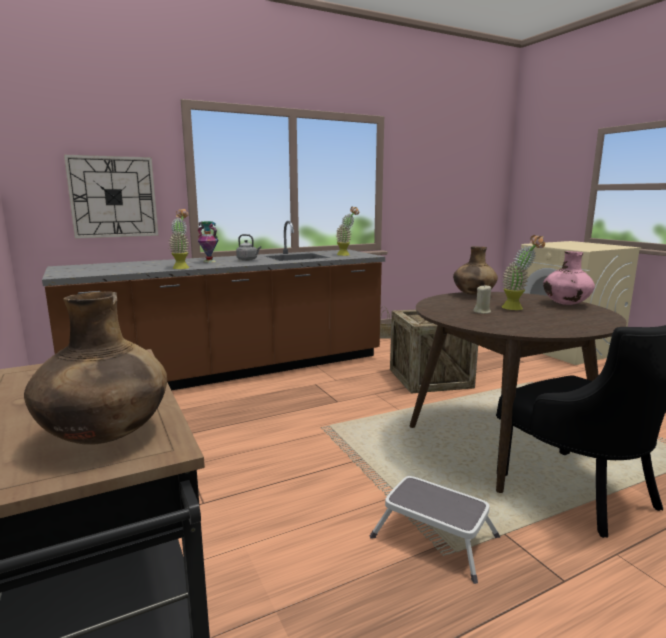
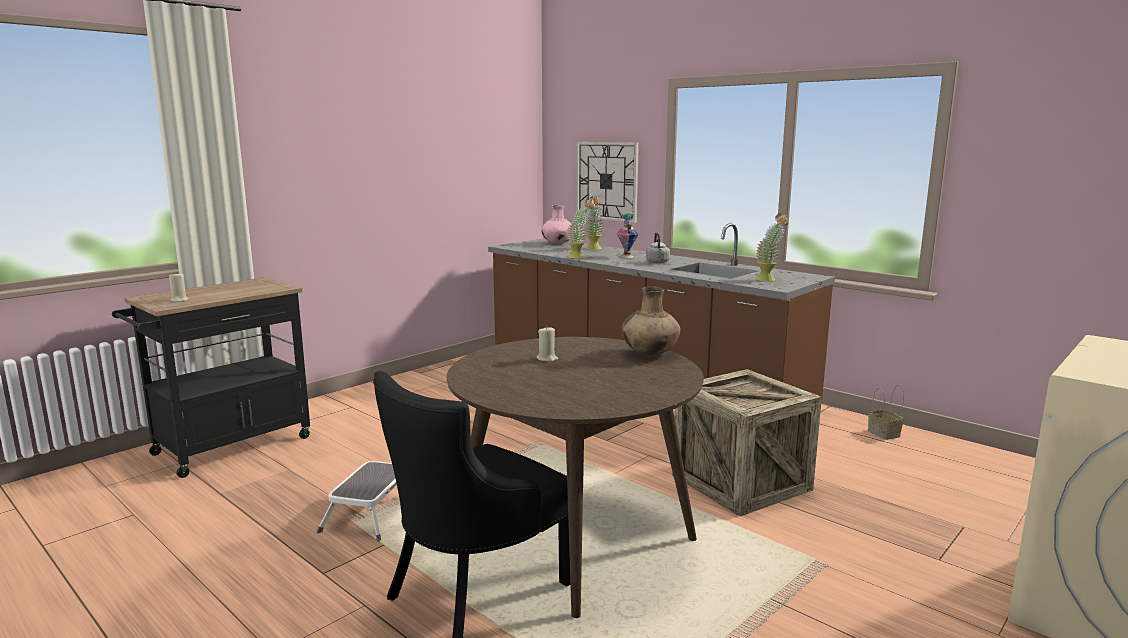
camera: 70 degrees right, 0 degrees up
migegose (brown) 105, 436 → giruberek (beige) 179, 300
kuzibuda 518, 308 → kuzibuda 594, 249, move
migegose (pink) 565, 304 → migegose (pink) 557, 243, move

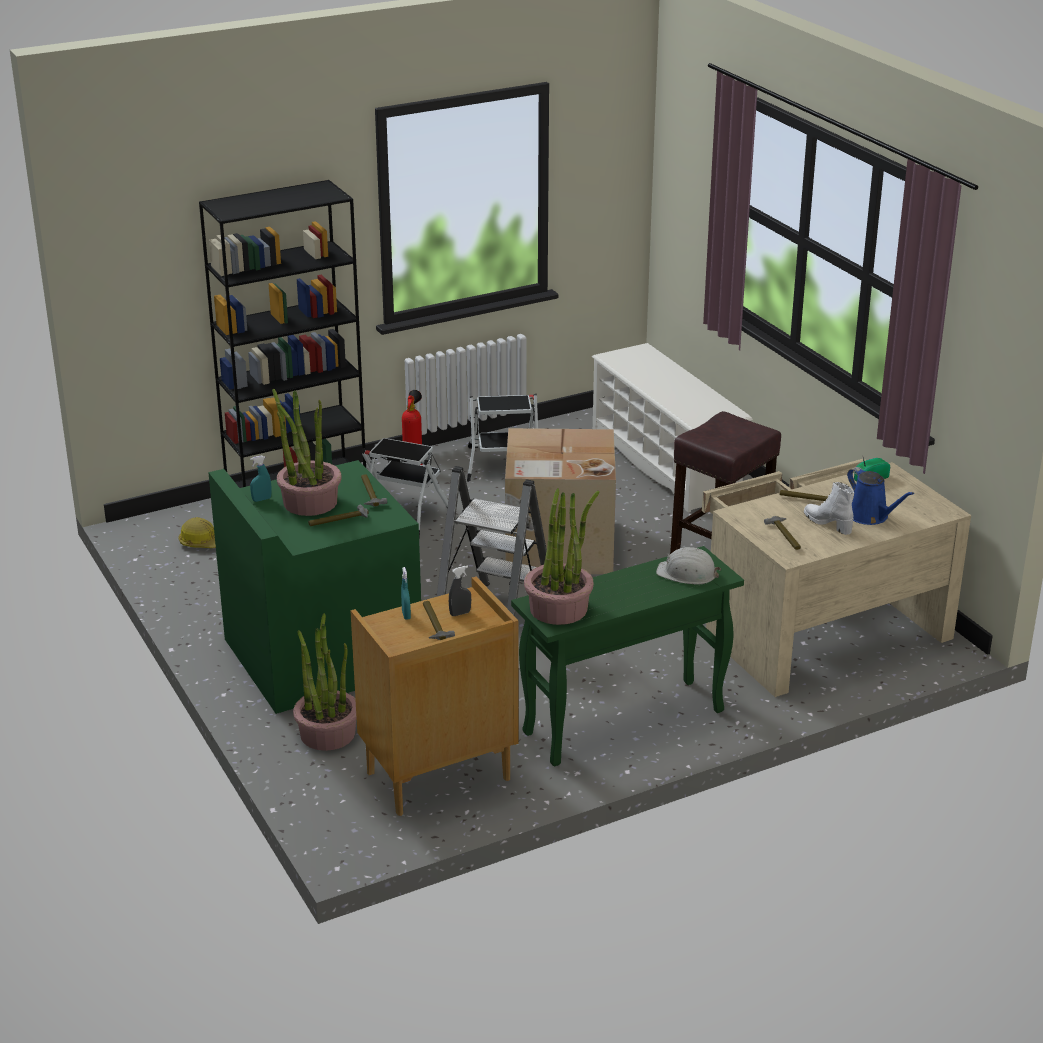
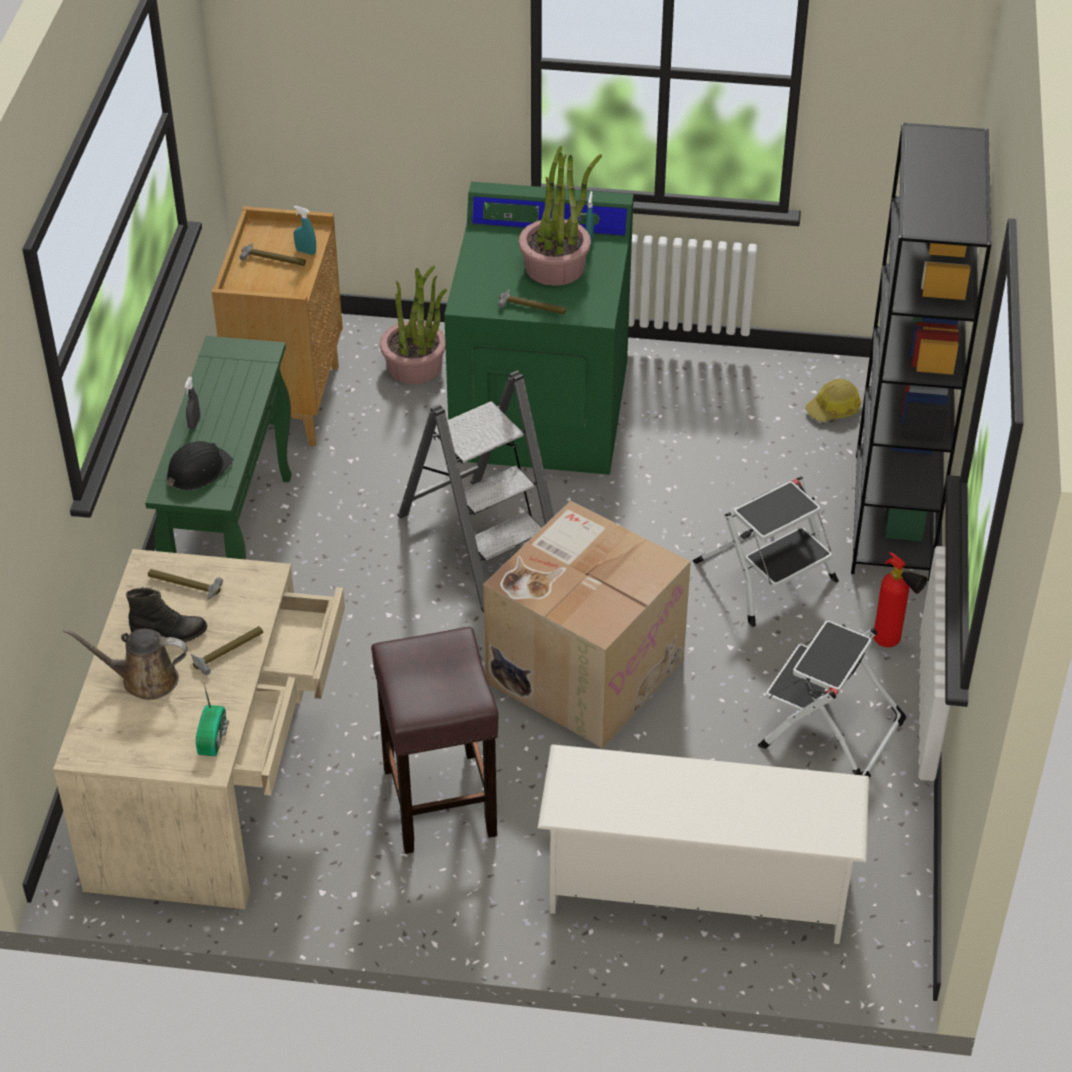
camera: 125 degrees right, 15 degrees up
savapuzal 338, 521 → -
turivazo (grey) 460, 613 → turivazo (grey) 194, 423, move
kuzibuda 559, 608 → -
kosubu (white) 687, 573 → kosubu (black) 198, 470
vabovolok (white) 828, 523 → vabovolok (black) 169, 635
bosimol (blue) 870, 516 → bosimol (brown) 144, 679

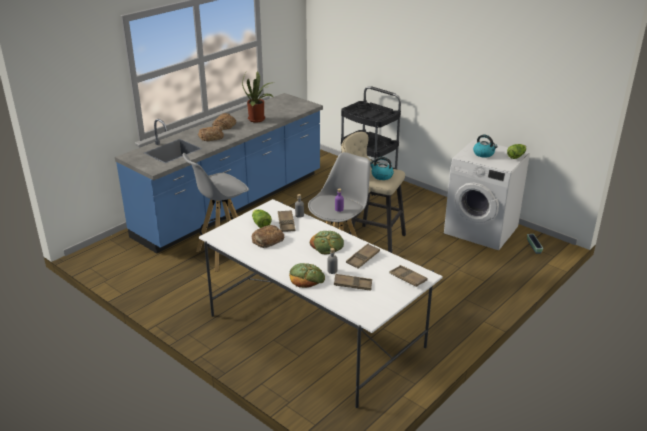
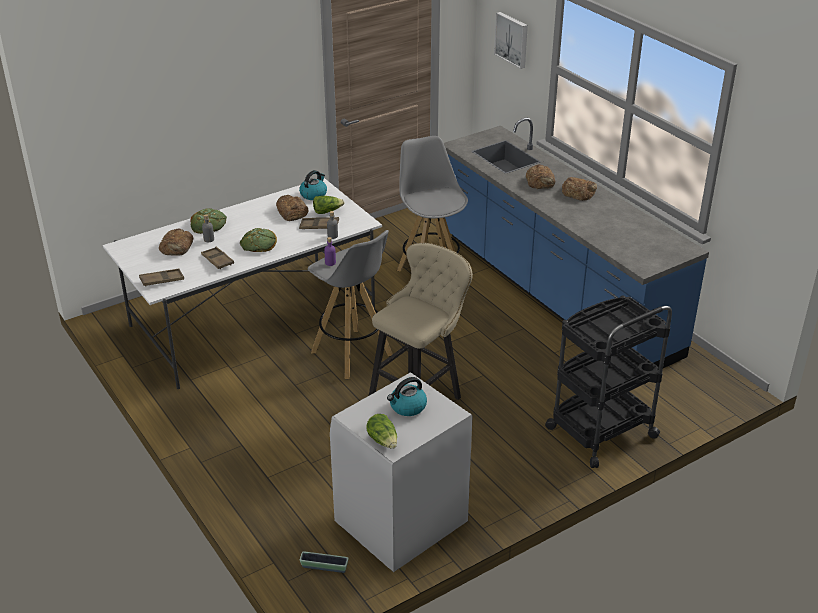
camera: 105 degrees right, 5 degrees up
kuzibuda 258, 119 → -
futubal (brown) 353, 285 → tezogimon 177, 247
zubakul 381, 176 → zubakul 313, 194, move
- → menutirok 512, 39

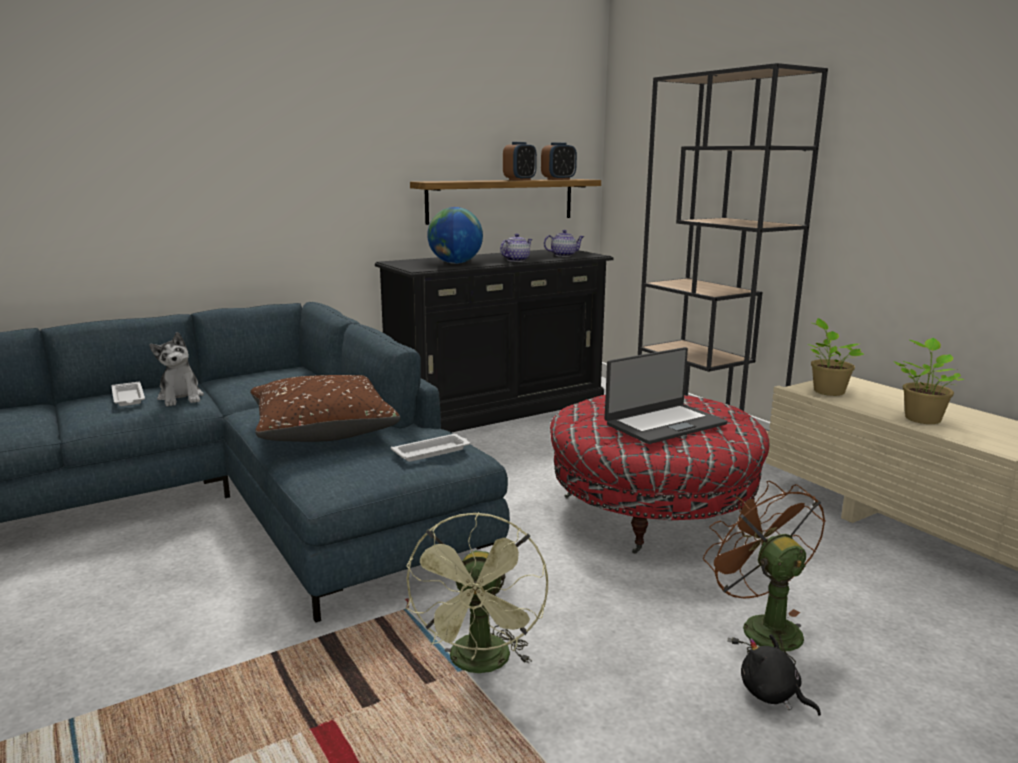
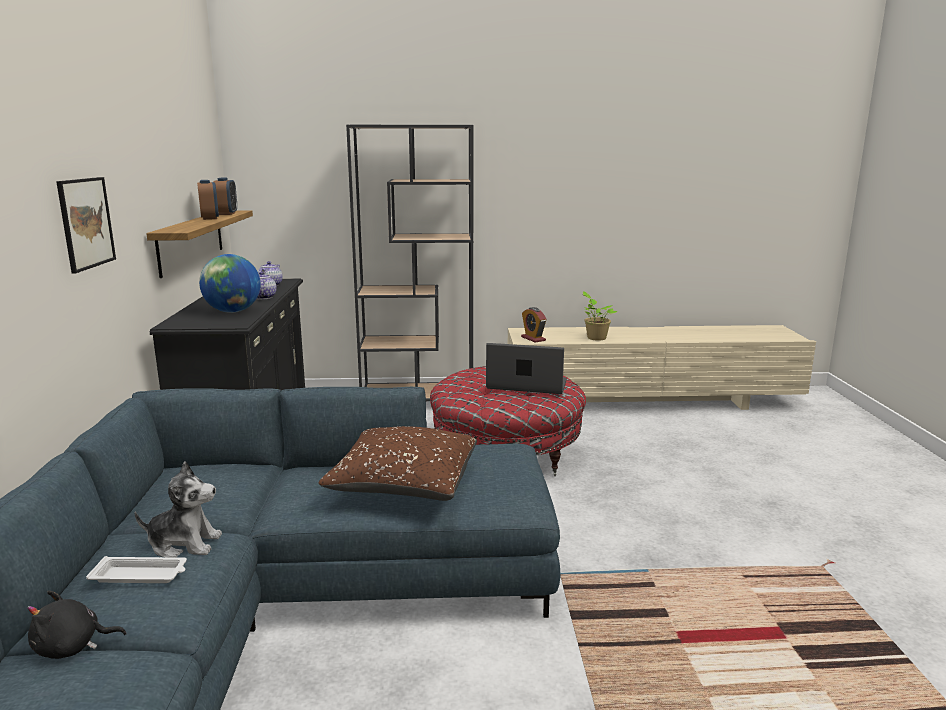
camera: 60 degrees left, 0 degrees up
futubal (white) 432, 451 → -
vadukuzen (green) 481, 664 → -
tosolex 664, 424 → tosolex 526, 385, 75 degrees counterclockwise
vadukuzen (brown) 761, 627 → -
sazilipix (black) 772, 695 → sazilipix (black) 72, 647, move
kuzibuda 827, 391 → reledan 533, 338
- → menutirok 86, 223

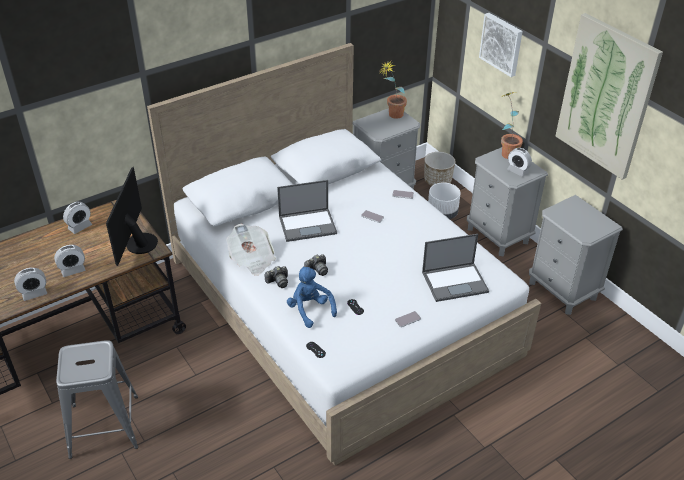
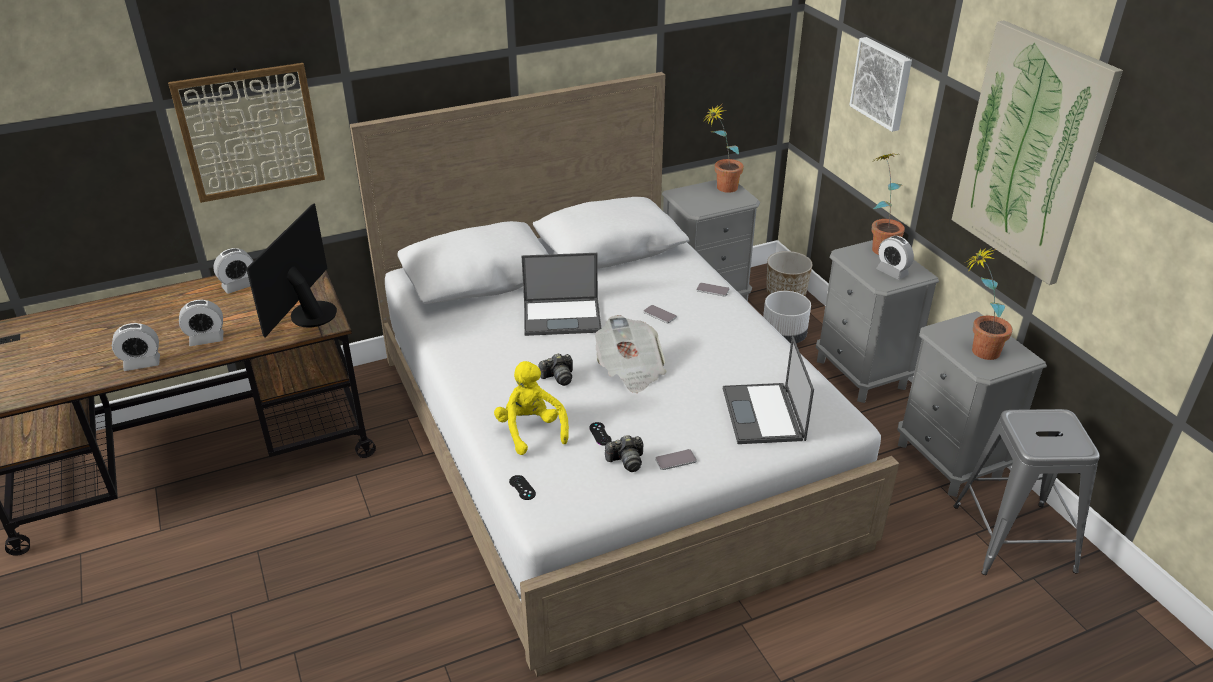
camera: 10 degrees right, 5 degrees down
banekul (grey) 105, 426 → banekul (grey) 1013, 538, move
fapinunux 252, 259 → fapinunux 630, 370, move
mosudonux 278, 282 → mosudonux 626, 461, move
sazilipix (blue) 310, 309 → sazilipix (yellow) 531, 430
tosolex 455, 282 → tosolex 764, 415, 90 degrees clockwise
- → menutirok 250, 130
- → kuzibuda 976, 350

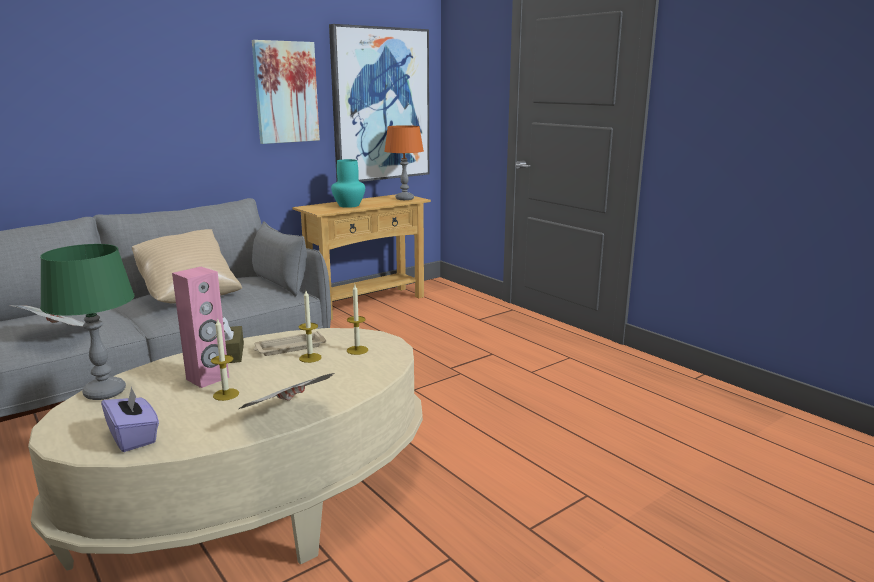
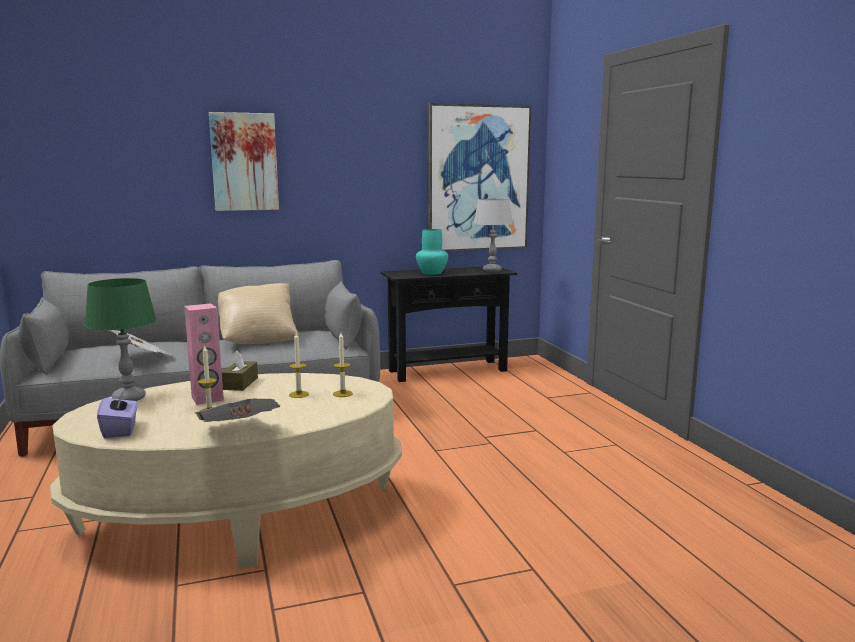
camera: 20 degrees right, 5 degrees down
menutirok 286, 92 → menutirok 244, 162, move
futubal (beige) 289, 348 → -
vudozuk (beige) 367, 303 → vudozuk (black) 447, 371
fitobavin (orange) 404, 199 → fitobavin (grey) 492, 270

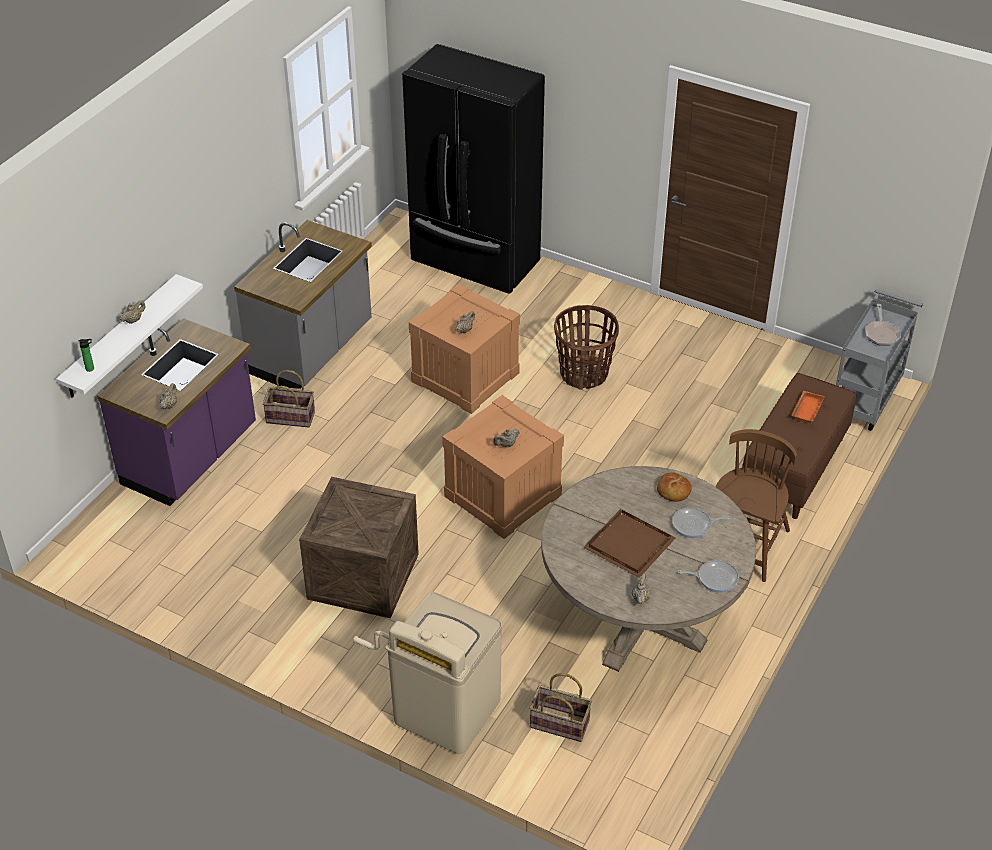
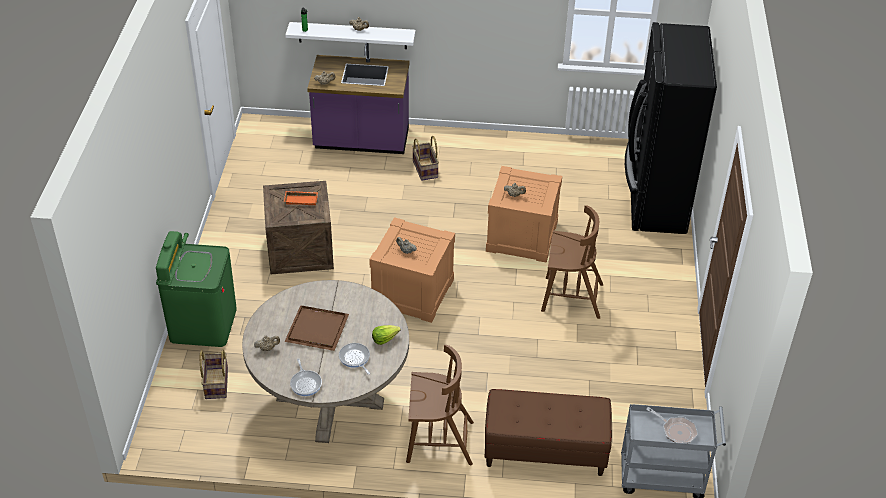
camera: 65 degrees right, 0 degrees up
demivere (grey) 312, 351 → -
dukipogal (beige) 444, 712 → dukipogal (green) 203, 324
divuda 584, 374 → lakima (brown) 570, 297
tezogimon 673, 491 → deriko 384, 338
futubal (orange) 806, 409 → futubal (orange) 301, 199, move
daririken 881, 334 → daririken 676, 431, 120 degrees counterclockwise

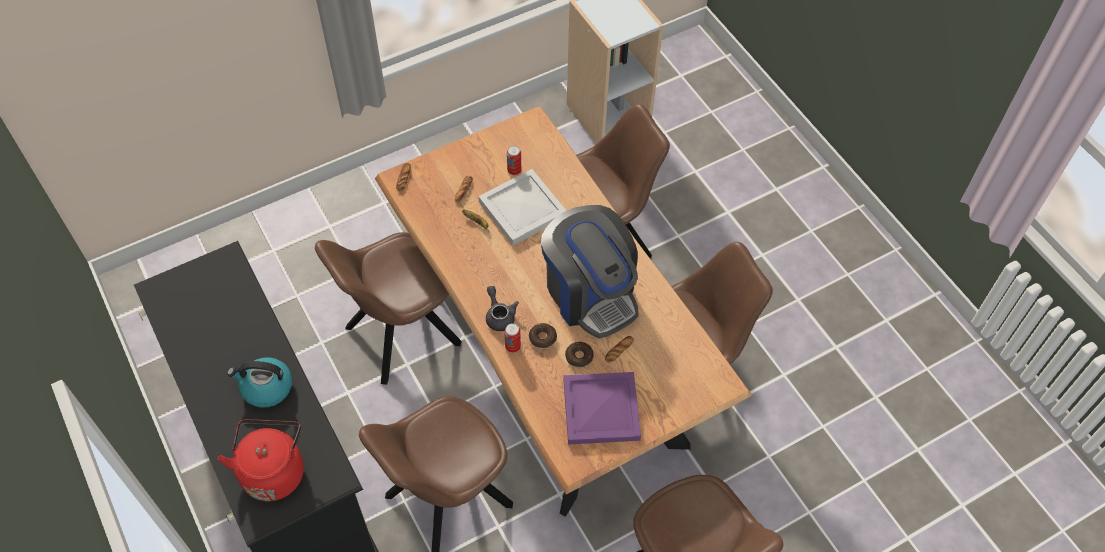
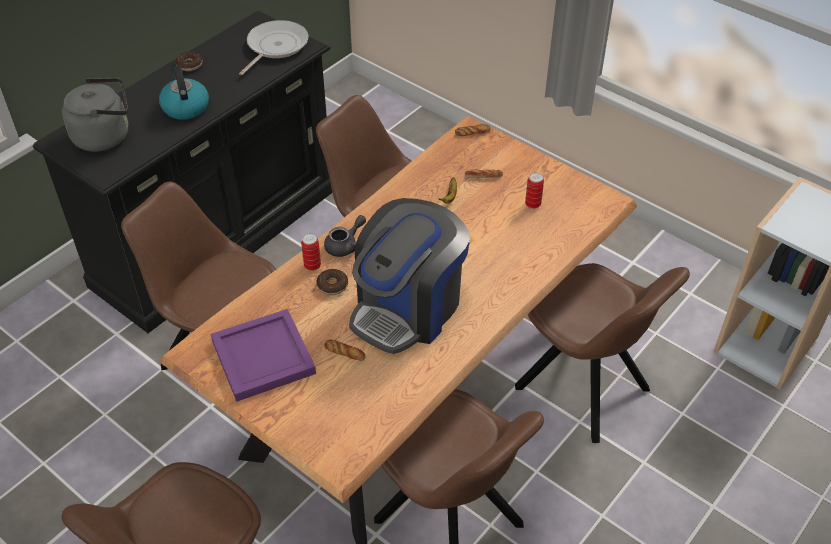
camera: 70 degrees right, 10 degrees down
zubakul (red) 273, 470 → zubakul (grey) 105, 136
futubal (white) 521, 209 → -
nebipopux 579, 357 → nebipopux 189, 65, move
- → daririken 275, 46

